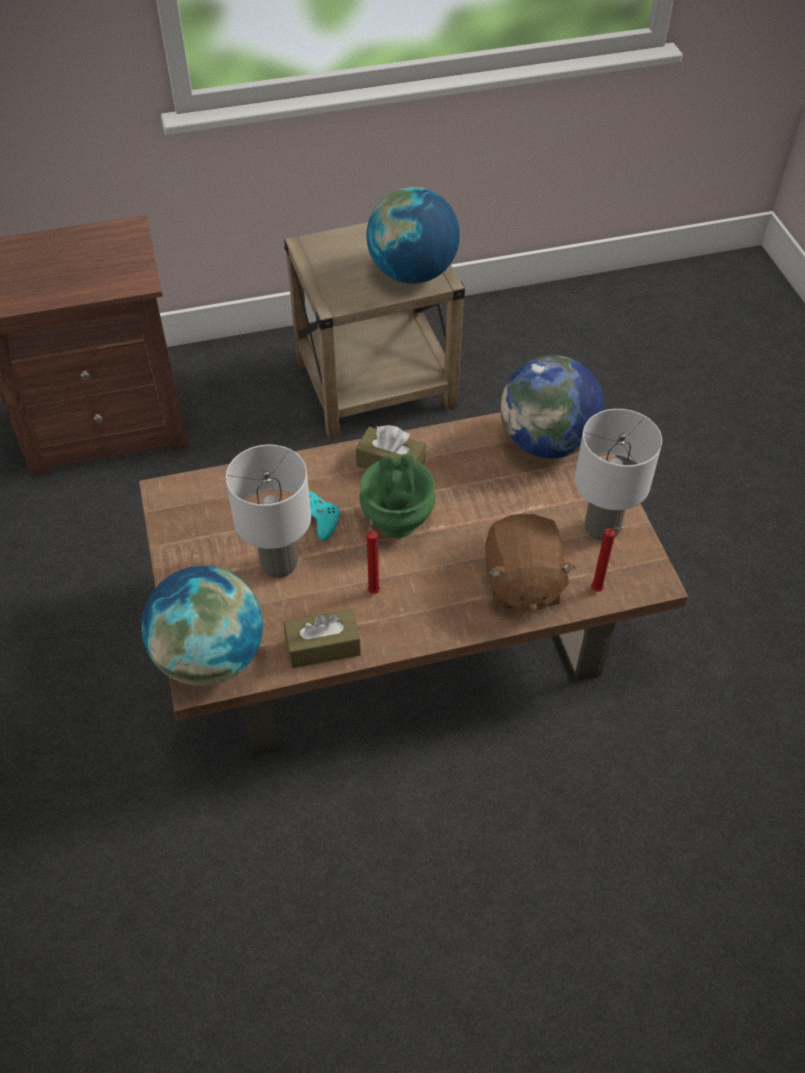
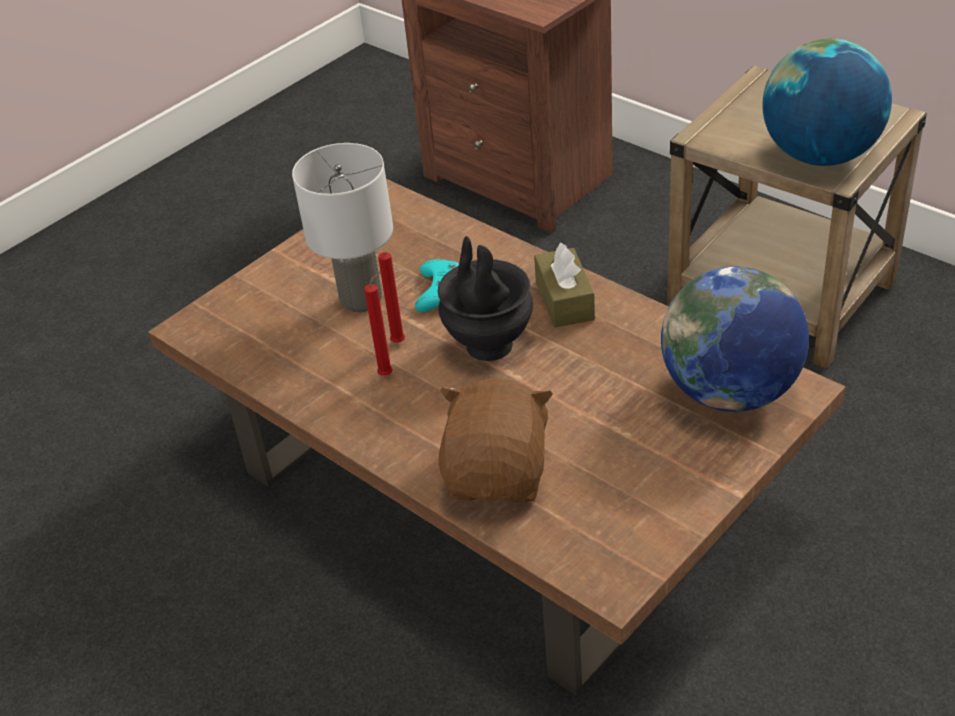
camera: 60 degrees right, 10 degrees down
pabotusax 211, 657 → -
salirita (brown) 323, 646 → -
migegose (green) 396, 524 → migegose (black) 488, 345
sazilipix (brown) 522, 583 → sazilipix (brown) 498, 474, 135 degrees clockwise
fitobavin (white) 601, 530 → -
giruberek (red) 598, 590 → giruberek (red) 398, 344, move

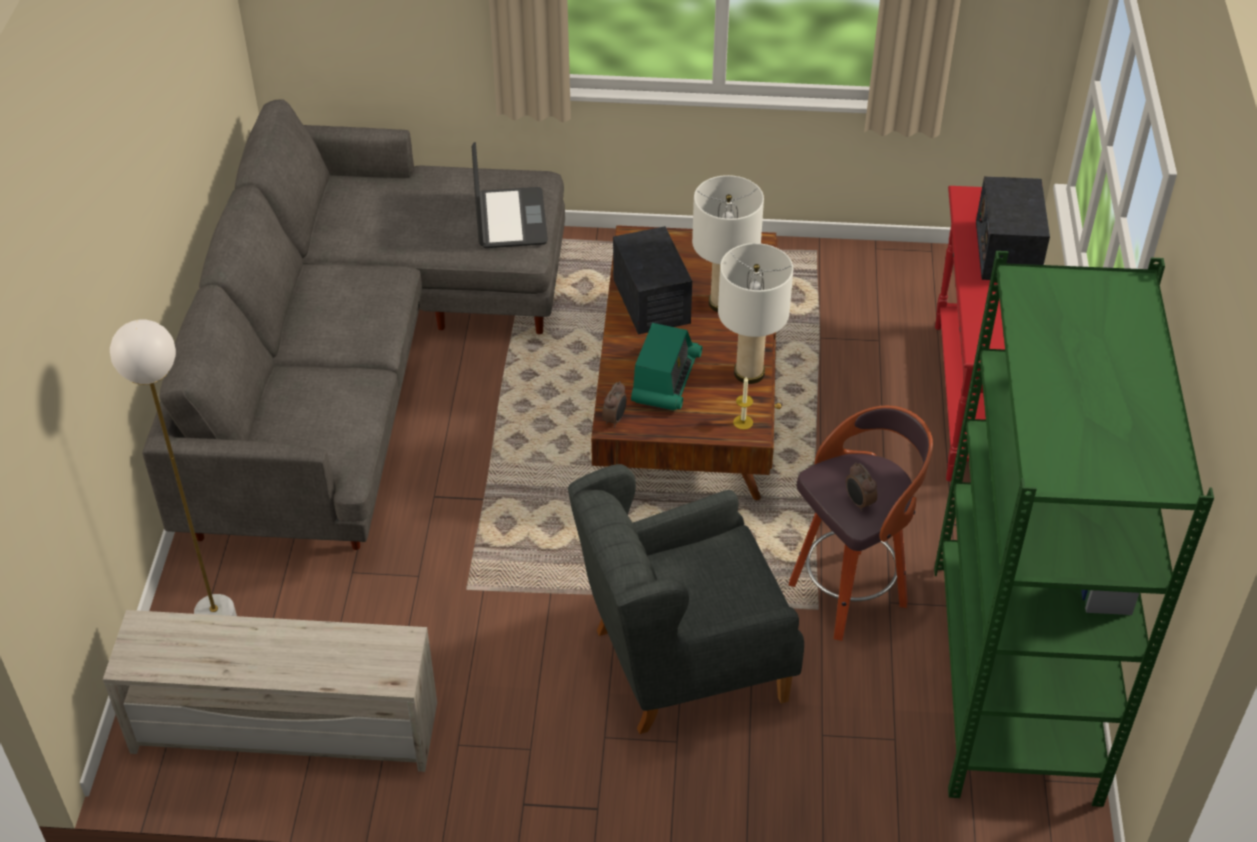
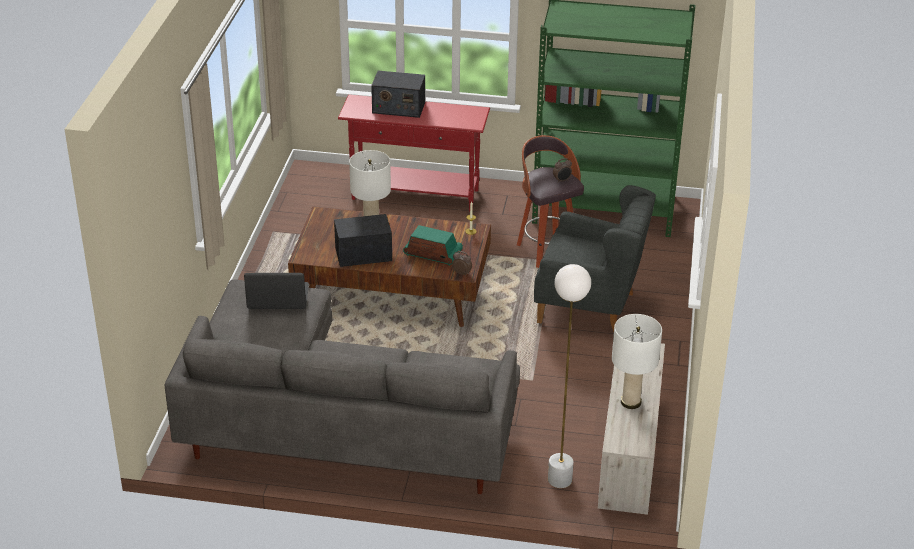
camera: 85 degrees left, 10 degrees down
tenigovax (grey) 684, 662 → tenigovax (grey) 589, 306, 60 degrees counterclockwise
fitobavin (white) 749, 372 → fitobavin (white) 630, 402, move

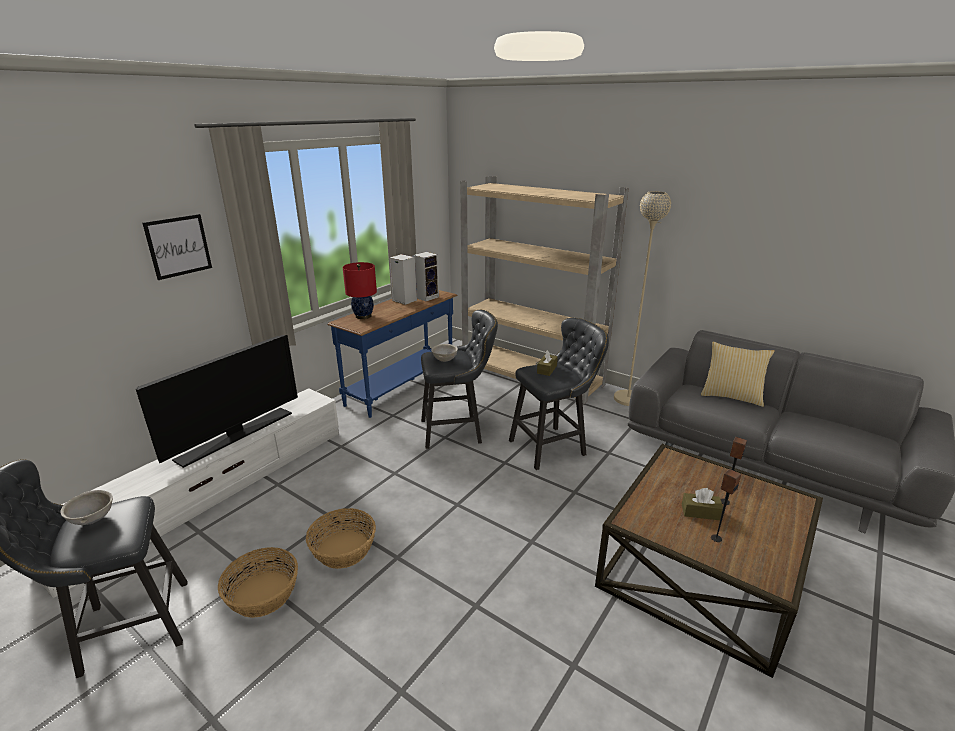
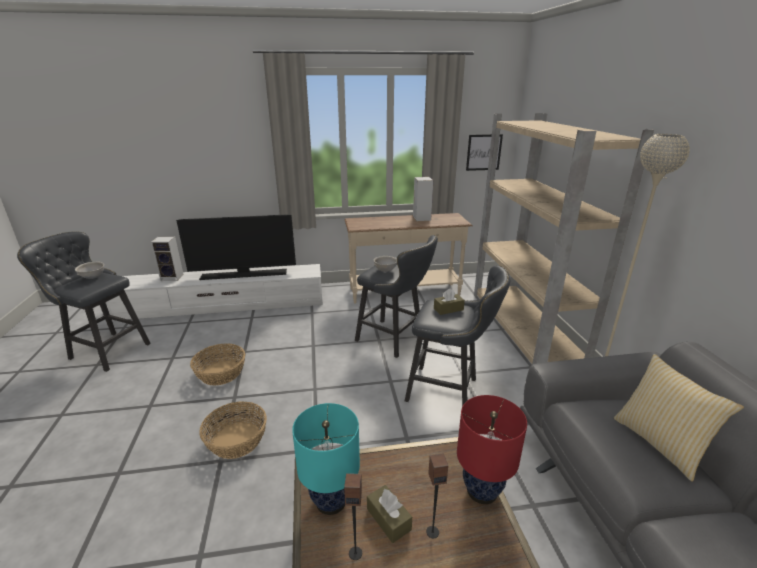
camera: 45 degrees right, 0 degrees up
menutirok 178, 246 → menutirok 484, 152, move
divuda 263, 594 → divuda 236, 440, move
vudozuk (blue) 402, 387 → vudozuk (beige) 405, 292
fitobavin (red) 363, 316 → fitobavin (red) 481, 490, move
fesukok 427, 297 → fesukok 173, 277, move
- → fitobavin (turquoise) 331, 500

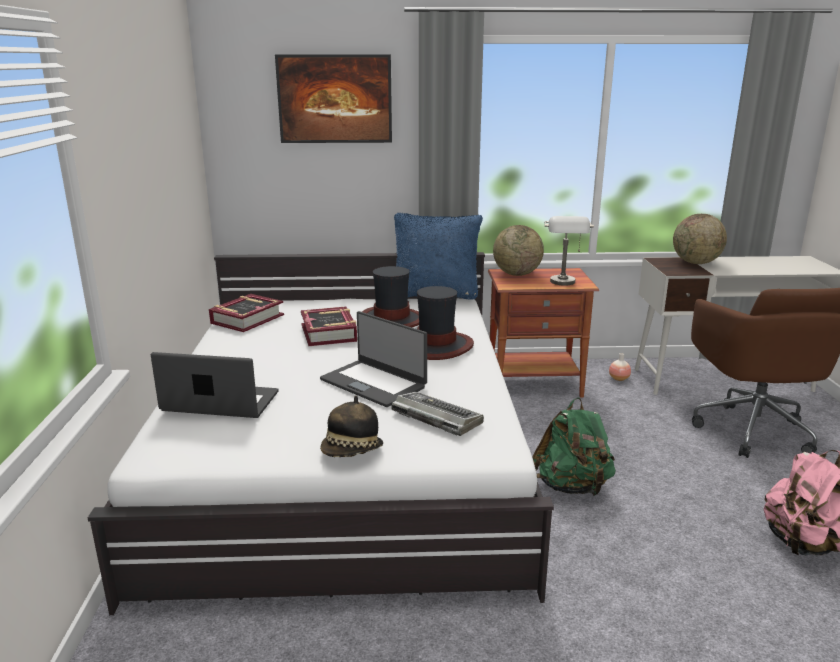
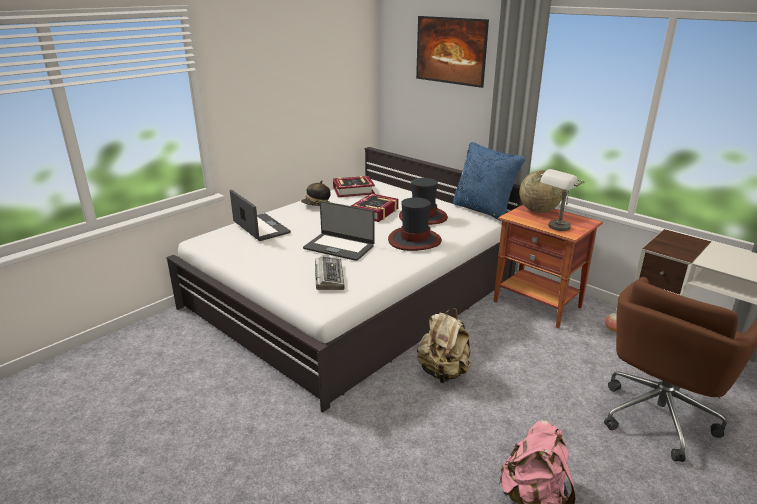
camera: 45 degrees right, 5 degrees up
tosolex 374, 383 → tosolex 339, 247, 60 degrees counterclockwise
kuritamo 352, 452 → kuritamo 316, 205, move
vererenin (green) 572, 487 → vererenin (beige) 443, 372
pabotusax 696, 263 → -

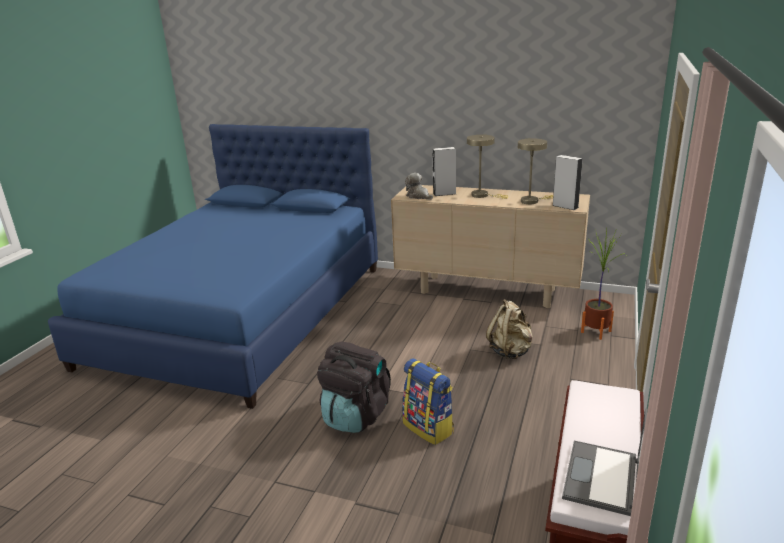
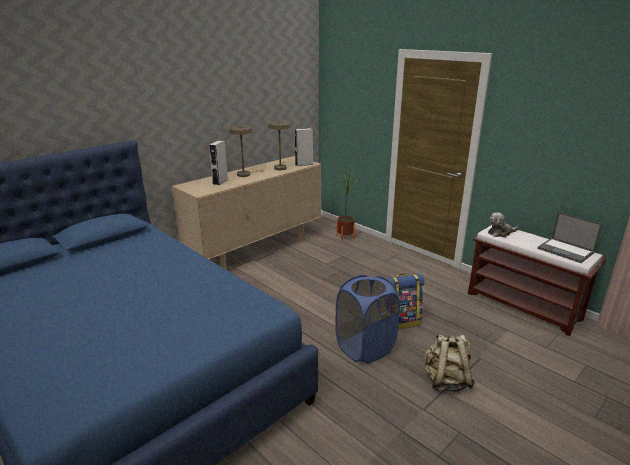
camera: 65 degrees left, 0 degrees up
vererenin (black) 355, 415 → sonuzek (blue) 365, 348
sazilipix 418, 196 → sazilipix 500, 233, move
vererenin (beige) 510, 351 → vererenin (beige) 446, 381, move

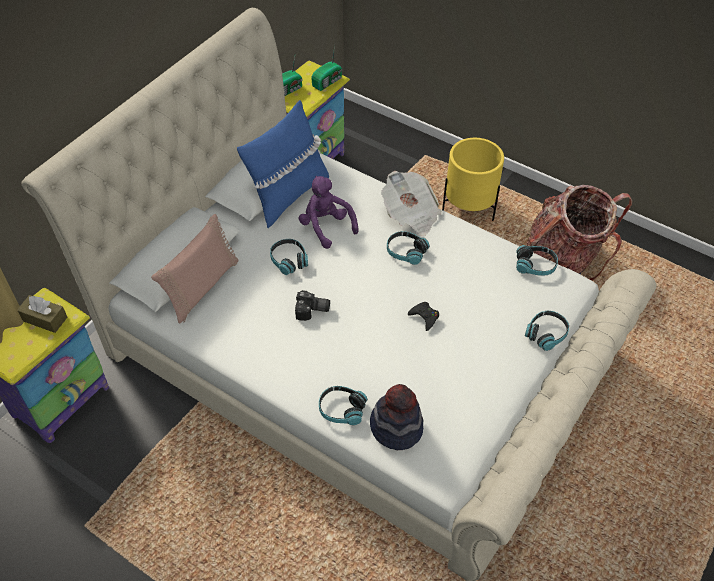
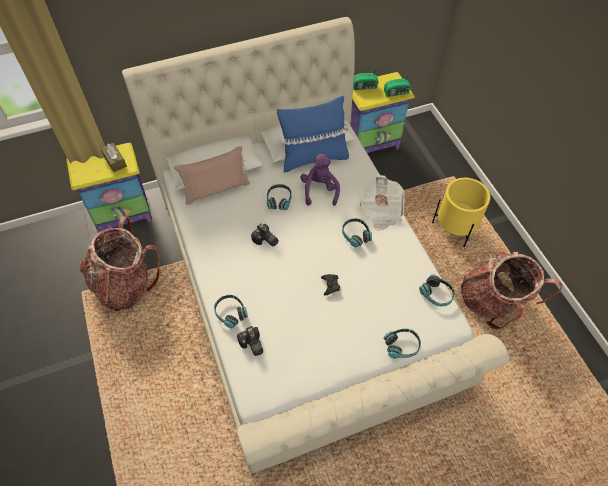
camera: 35 degrees right, 5 degrees up
kuritamo 396, 427 → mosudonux 251, 345
- → vererenin 126, 284

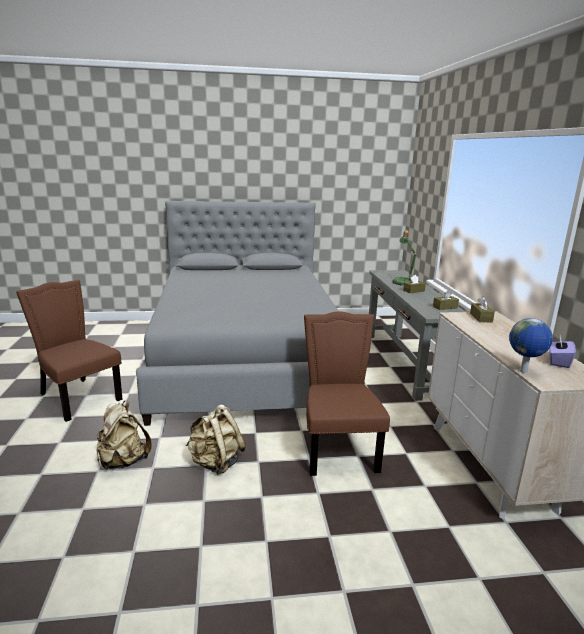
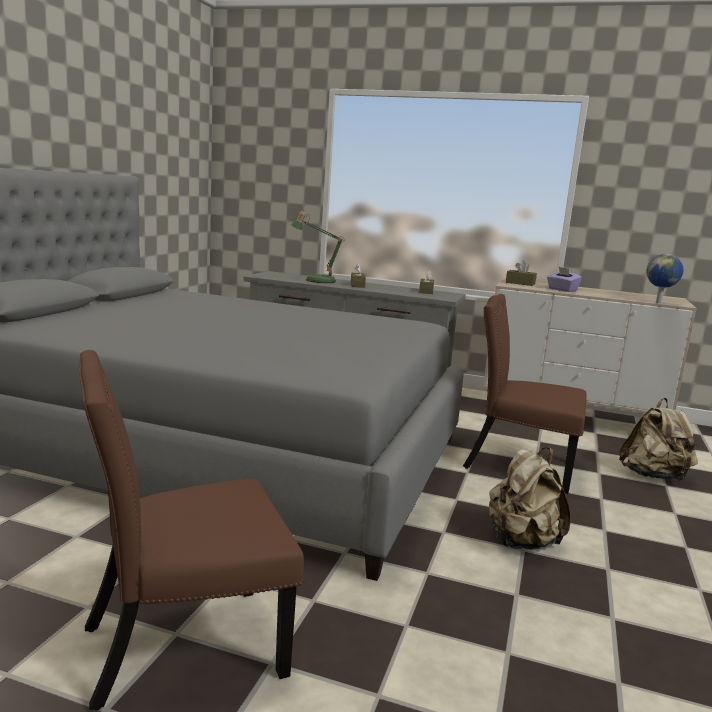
camera: 65 degrees left, 5 degrees down
vererenin (beige) 123, 461 → vererenin (beige) 654, 476, move
salirita (purple) 558, 361 → salirita (purple) 562, 290, move

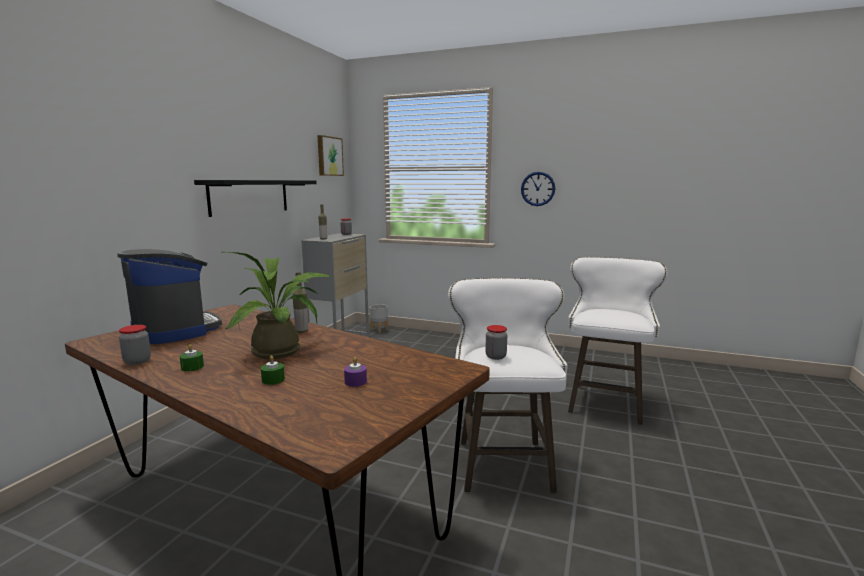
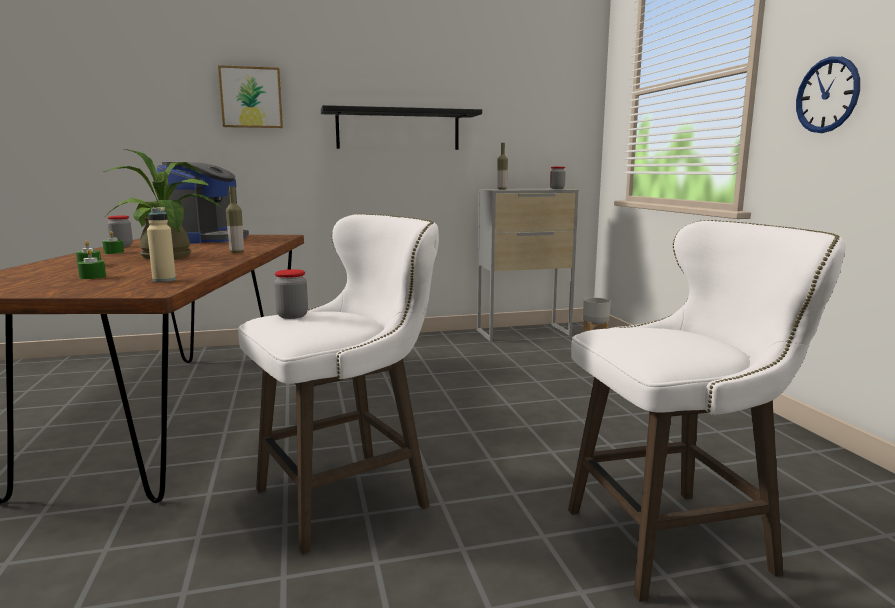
camera: 55 degrees right, 0 degrees up
menutirok 329, 156 → menutirok 251, 98, move
giruberek (purple) 355, 382 → giruberek (green) 92, 277
- → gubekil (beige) 164, 280

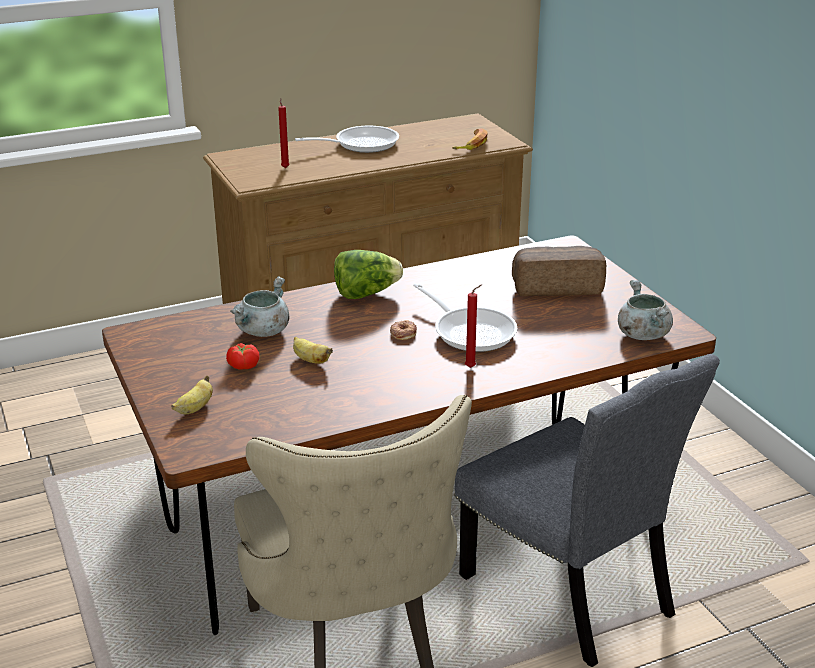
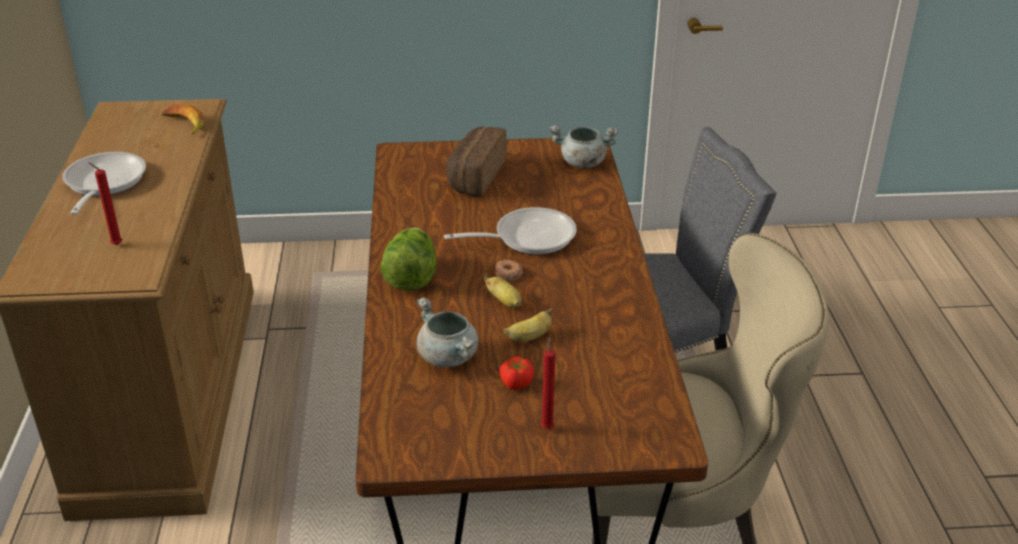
camera: 70 degrees left, 5 degrees up
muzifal 195, 408 → muzifal 505, 302, move
giruberek (red) 472, 367 → giruberek (red) 547, 427, move

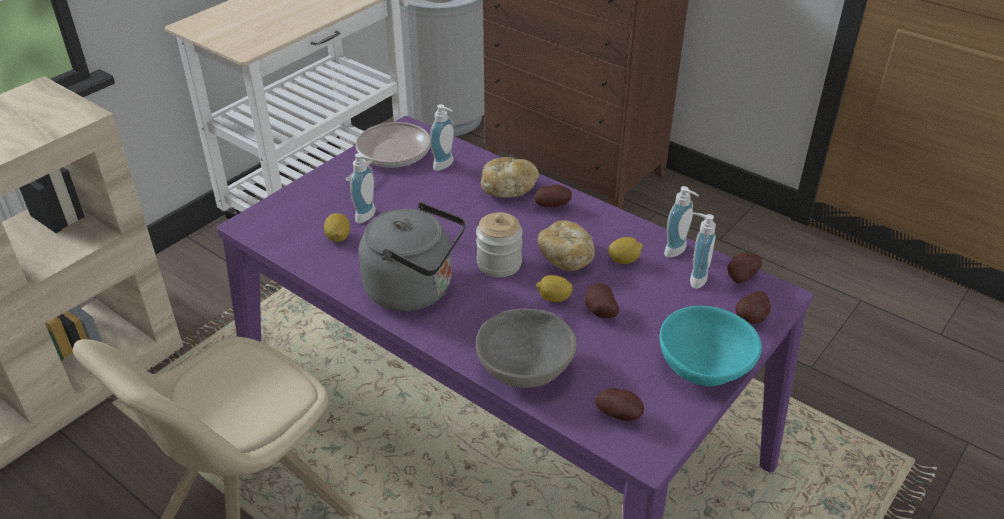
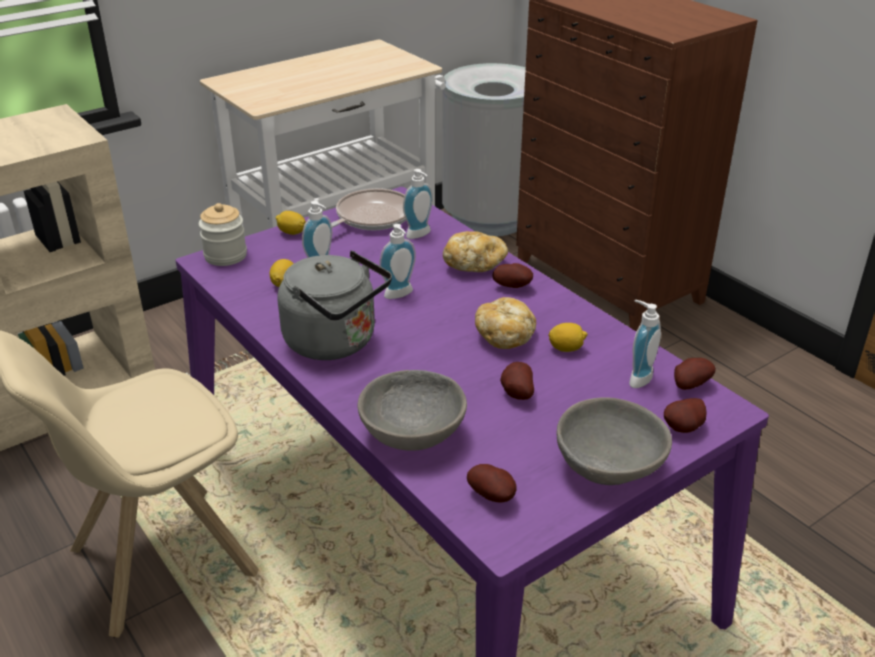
camera: 15 degrees right, 5 degrees down
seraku 499, 264 → seraku 225, 256, move
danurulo 554, 298 → danurulo 291, 233, move
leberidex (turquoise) 704, 367 → leberidex (grey) 607, 467
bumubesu 678, 251 → bumubesu 400, 295, move

